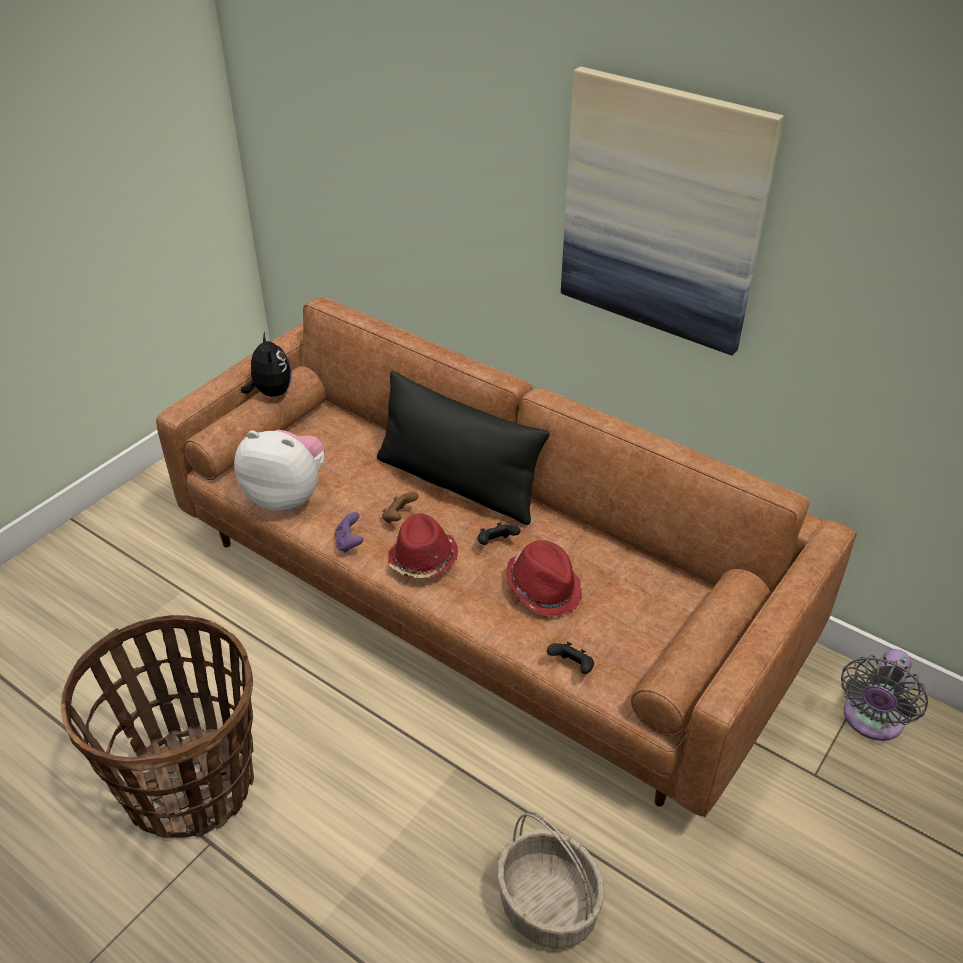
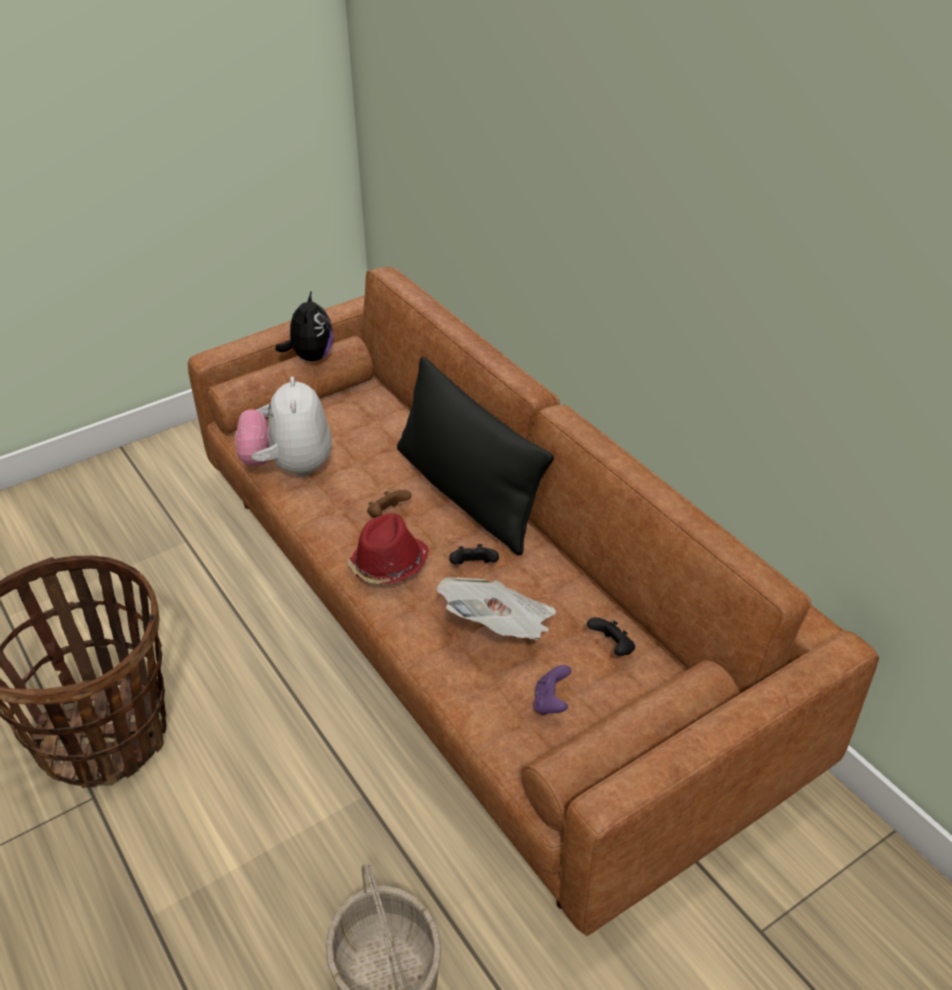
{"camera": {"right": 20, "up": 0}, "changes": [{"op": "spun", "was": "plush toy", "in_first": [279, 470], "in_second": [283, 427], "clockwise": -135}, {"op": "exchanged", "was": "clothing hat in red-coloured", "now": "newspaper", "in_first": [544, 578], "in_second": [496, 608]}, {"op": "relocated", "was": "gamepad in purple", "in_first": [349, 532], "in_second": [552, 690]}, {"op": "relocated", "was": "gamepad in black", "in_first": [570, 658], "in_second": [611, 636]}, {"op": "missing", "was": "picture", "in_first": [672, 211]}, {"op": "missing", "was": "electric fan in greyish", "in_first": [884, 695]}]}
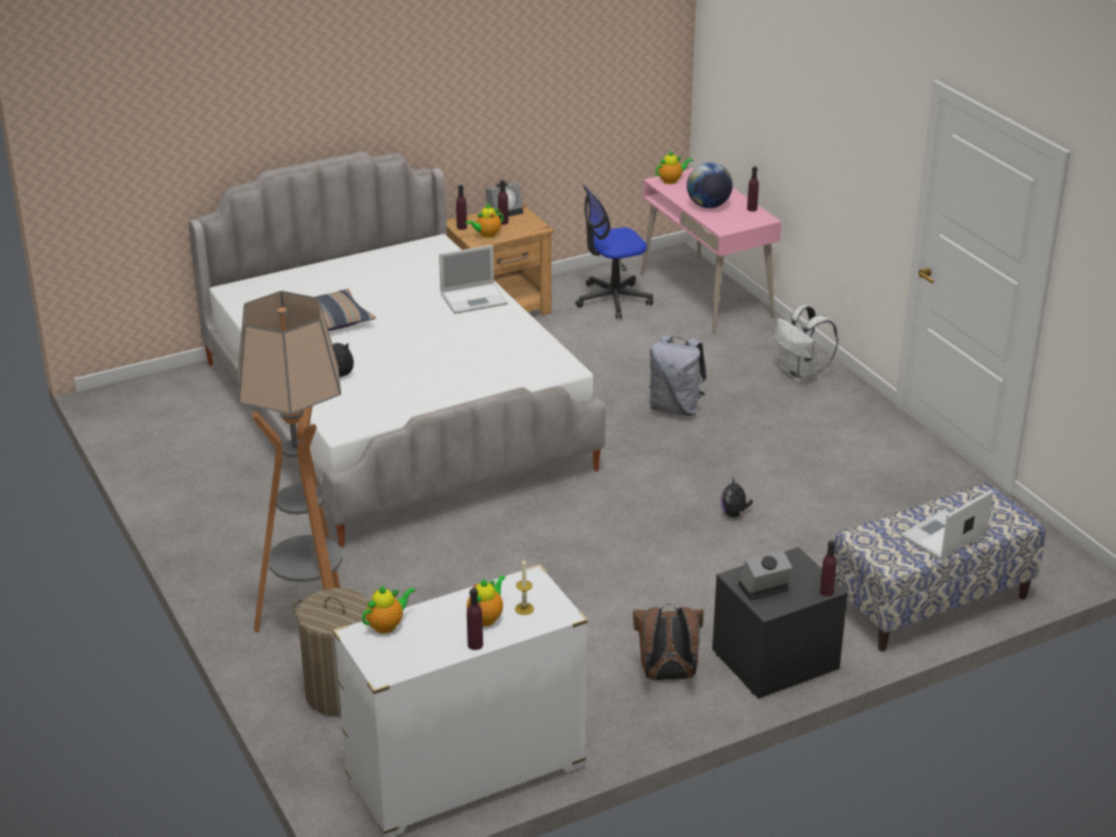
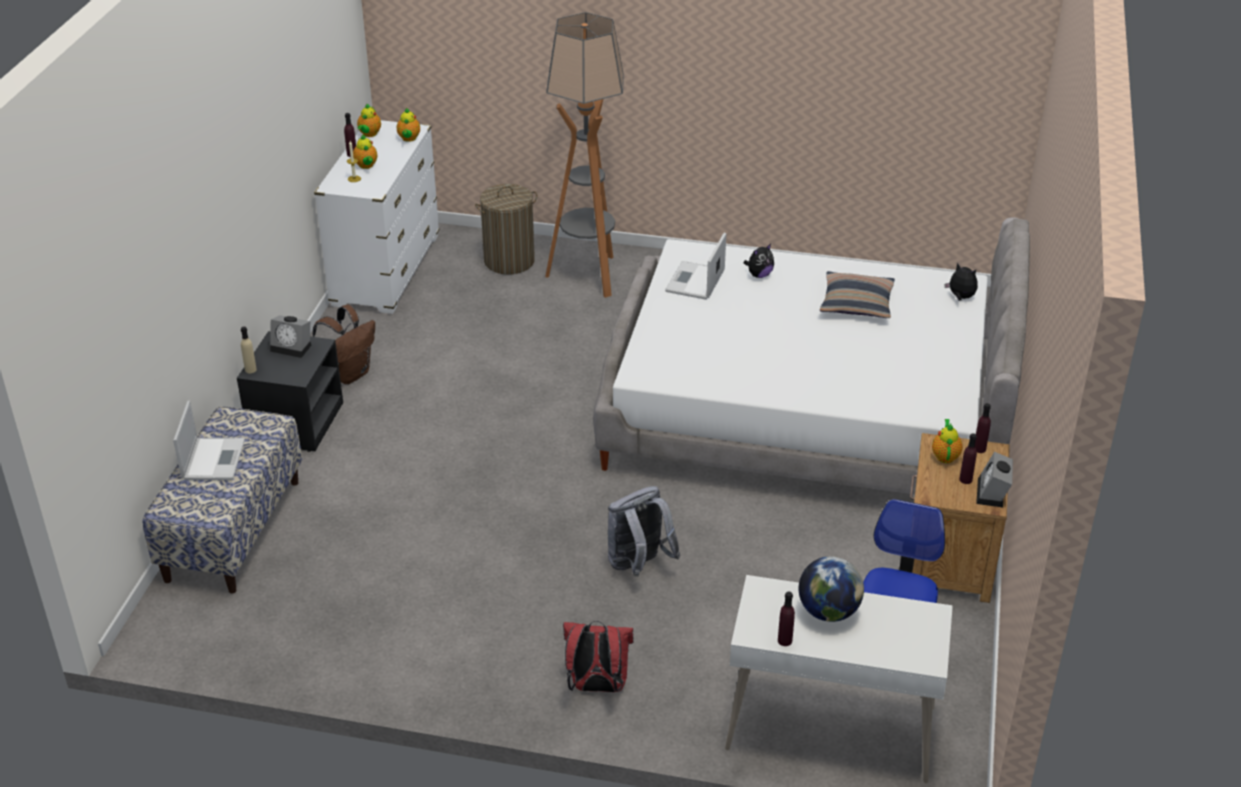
{"camera": {"right": 130, "up": 5}, "changes": [{"op": "colour", "was": "drink bottle in purple", "now": "drink bottle in sand-coloured", "in_first": [828, 568], "in_second": [249, 350]}, {"op": "spun", "was": "alarm clock", "in_first": [765, 576], "in_second": [291, 336], "clockwise": 90}, {"op": "relocated", "was": "pot for tea", "in_first": [674, 167], "in_second": [369, 120]}, {"op": "colour", "was": "backpack in whitish", "now": "backpack in red-coloured", "in_first": [806, 344], "in_second": [598, 656]}, {"op": "relocated", "was": "notebook computer", "in_first": [473, 279], "in_second": [695, 266]}, {"op": "colour", "was": "desk table in pinkish", "now": "desk table in whitish", "in_first": [711, 251], "in_second": [839, 679]}, {"op": "relocated", "was": "plush toy", "in_first": [737, 496], "in_second": [961, 282]}]}
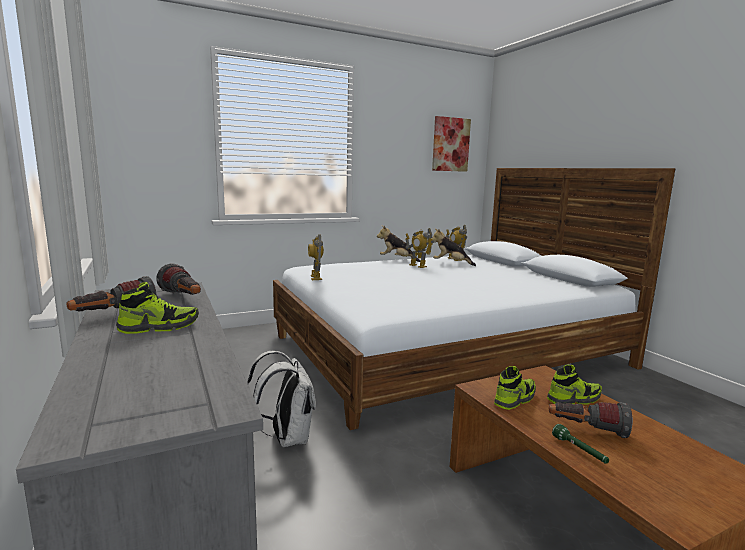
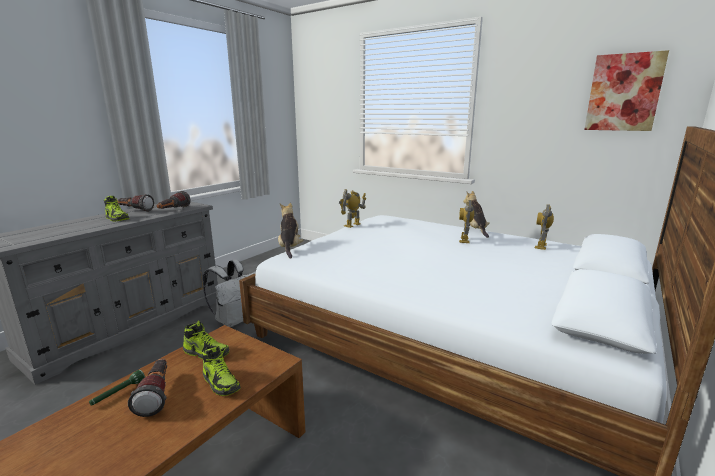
{"camera": {"right": 60, "up": 5}, "changes": [{"op": "relocated", "was": "plush toy", "in_first": [453, 247], "in_second": [291, 231]}]}
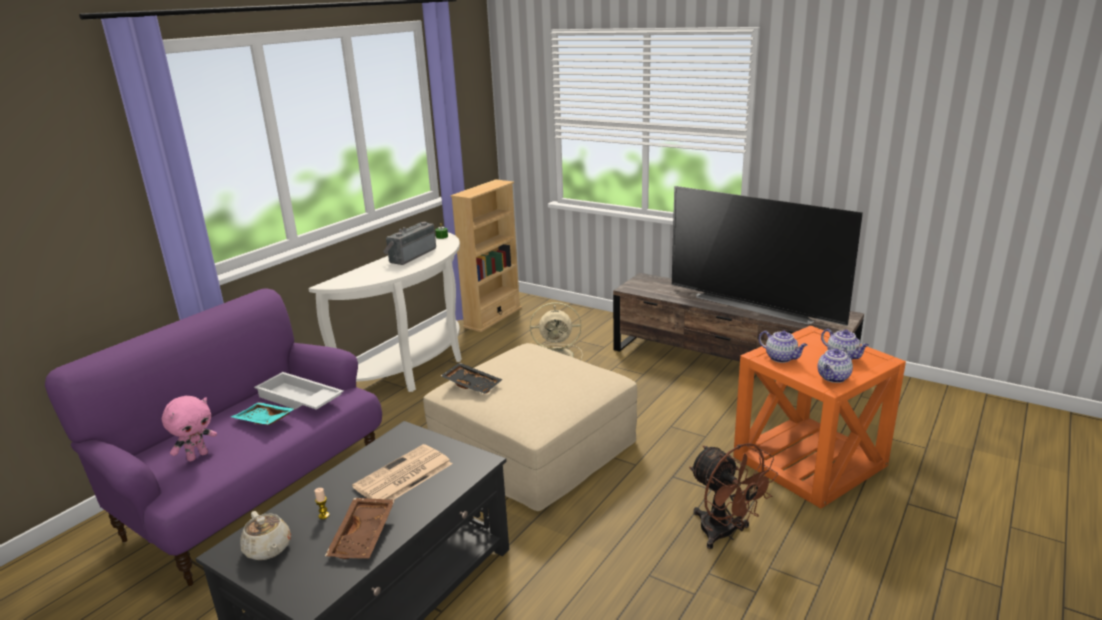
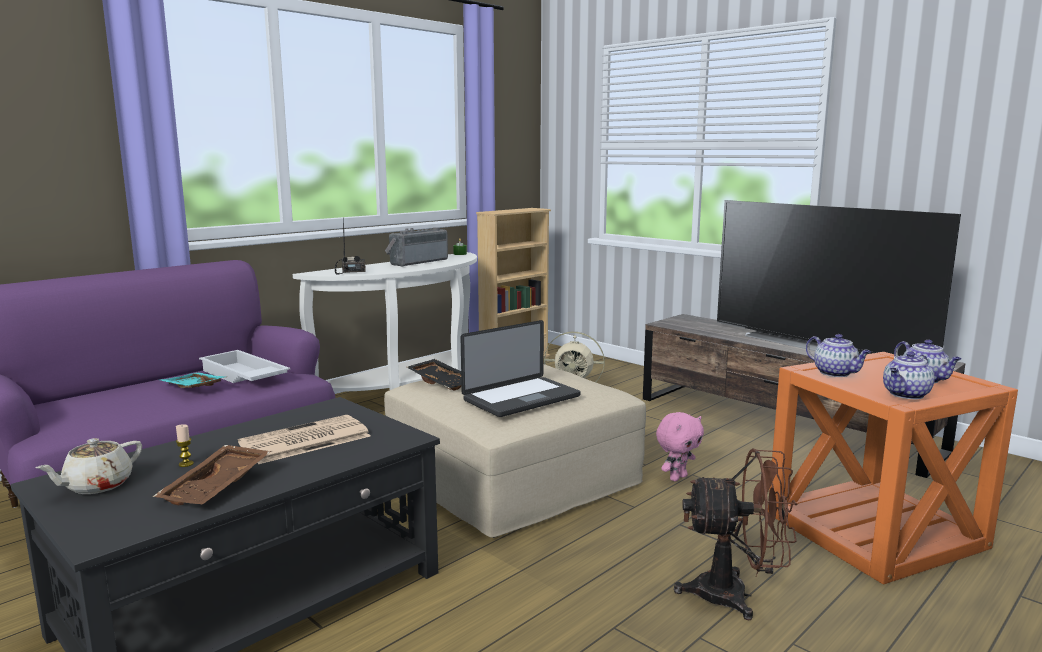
{"camera": {"right": 10, "up": -10}, "changes": [{"op": "spun", "was": "pot for tea in sand-coloured", "in_first": [265, 535], "in_second": [89, 466], "clockwise": 60}, {"op": "appeared", "now": "radio set", "in_second": [350, 246]}, {"op": "appeared", "now": "notebook computer", "in_second": [521, 368]}, {"op": "relocated", "was": "plush toy in pinkish", "in_first": [189, 429], "in_second": [680, 446]}, {"op": "spun", "was": "electric fan in brown-coloured", "in_first": [733, 496], "in_second": [735, 535], "clockwise": -60}]}
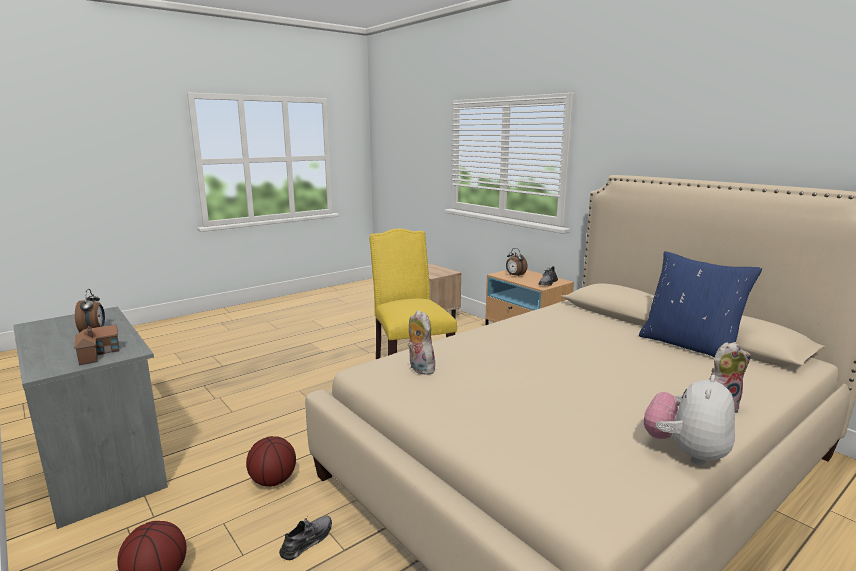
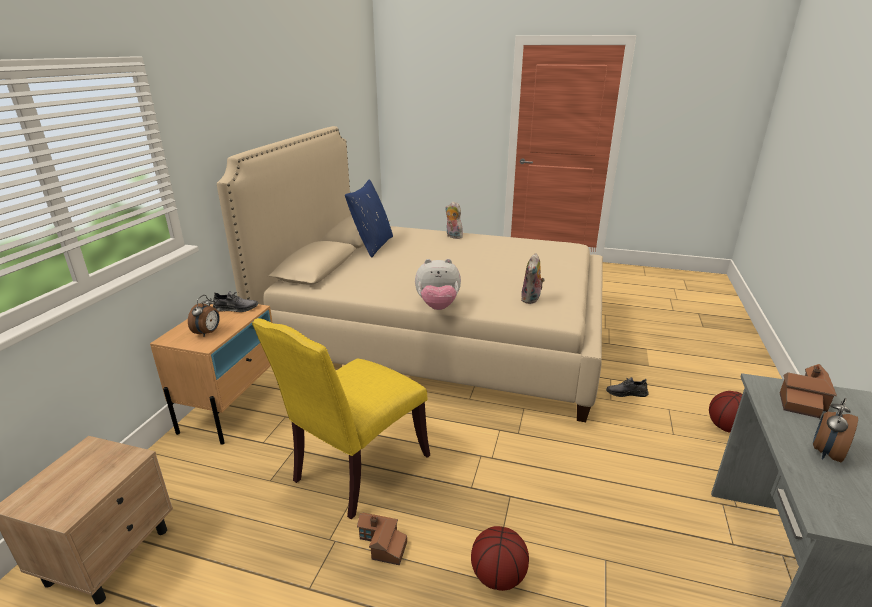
{"camera": {"right": -125, "up": 10}, "changes": [{"op": "appeared", "now": "miniature house", "in_second": [382, 539]}, {"op": "relocated", "was": "plush toy", "in_first": [689, 420], "in_second": [438, 284]}, {"op": "relocated", "was": "ball for basketball", "in_first": [271, 461], "in_second": [500, 558]}]}
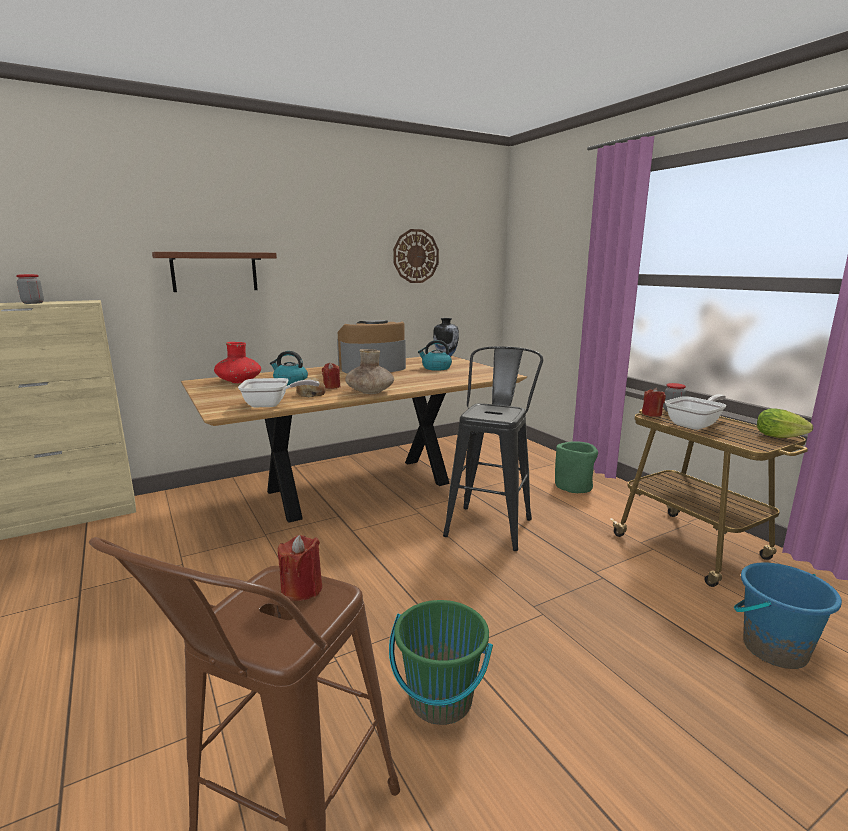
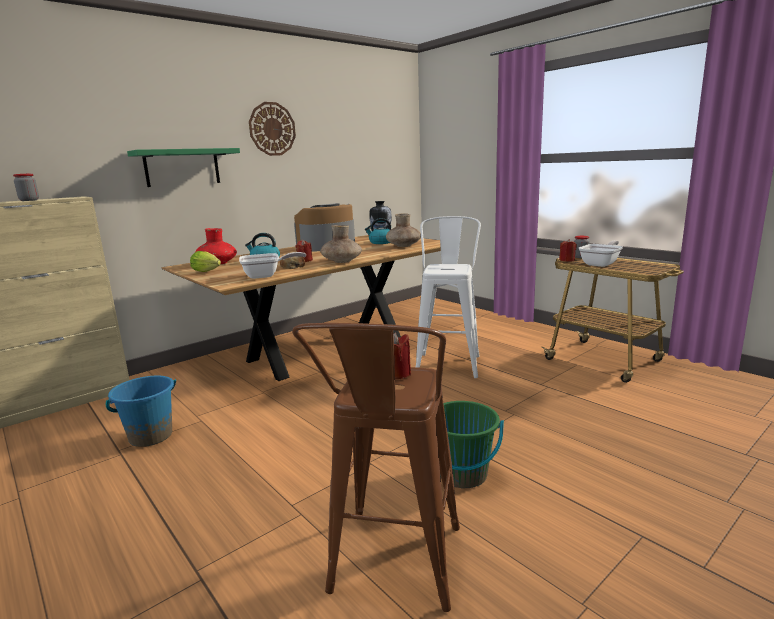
{"camera": {"right": -10, "up": 0}, "changes": [{"op": "relocated", "was": "pail in blue-coloured", "in_first": [788, 616], "in_second": [141, 411]}, {"op": "colour", "was": "shelf in brown-coloured", "now": "shelf in green-coloured", "in_first": [214, 272], "in_second": [183, 167]}, {"op": "relocated", "was": "lettuce head", "in_first": [785, 423], "in_second": [205, 261]}, {"op": "relocated", "was": "hanging clock", "in_first": [416, 256], "in_second": [272, 129]}, {"op": "appeared", "now": "vase in brown-coloured", "in_second": [403, 230]}, {"op": "colour", "was": "sitting stool in black", "now": "sitting stool in whitish", "in_first": [493, 448], "in_second": [448, 297]}, {"op": "missing", "was": "plant pot in green-coloured", "in_first": [576, 467]}]}
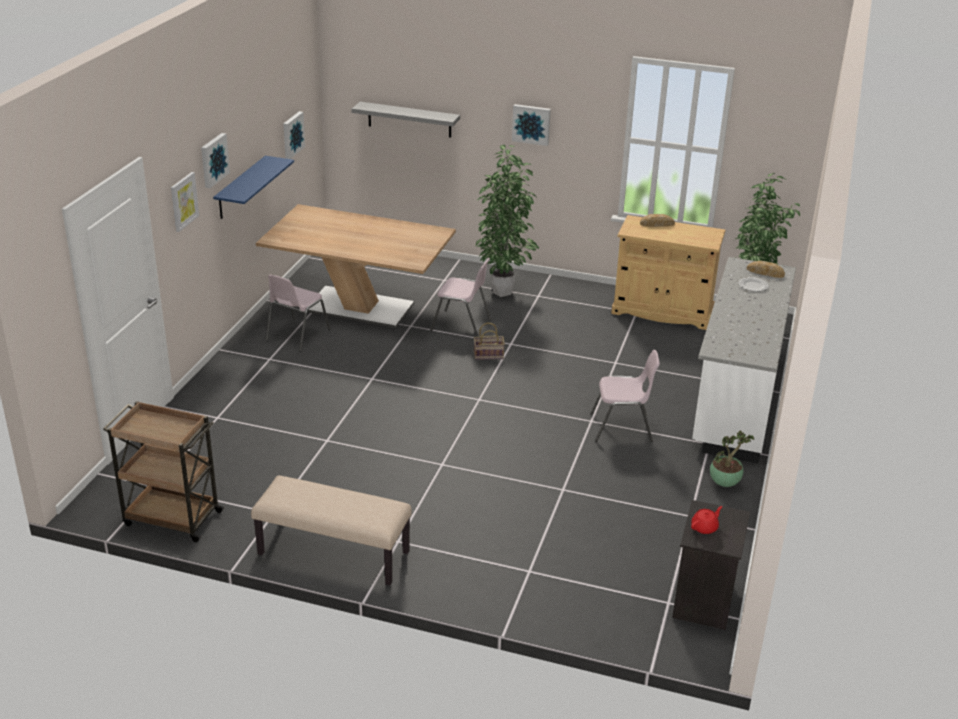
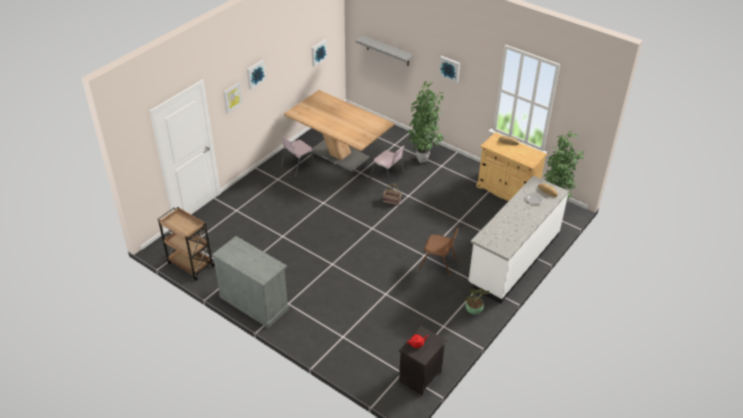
{"camera": {"right": 20, "up": 10}, "changes": [{"op": "exchanged", "was": "bench in sand-coloured", "now": "cabinet in greyish", "in_first": [331, 530], "in_second": [250, 282]}, {"op": "colour", "was": "chair in pinkish", "now": "chair in brown-coloured", "in_first": [625, 396], "in_second": [439, 252]}, {"op": "missing", "was": "shelf in blue-coloured", "in_first": [253, 187]}]}
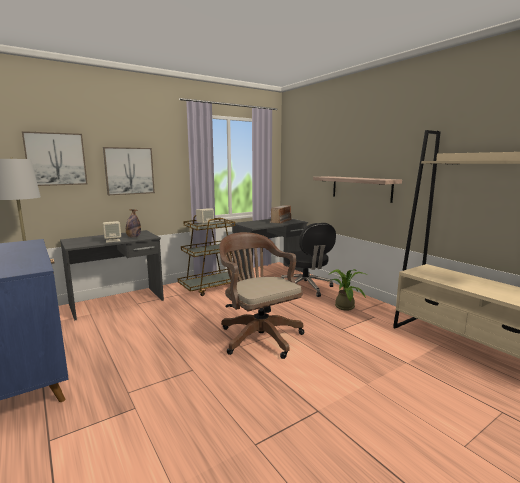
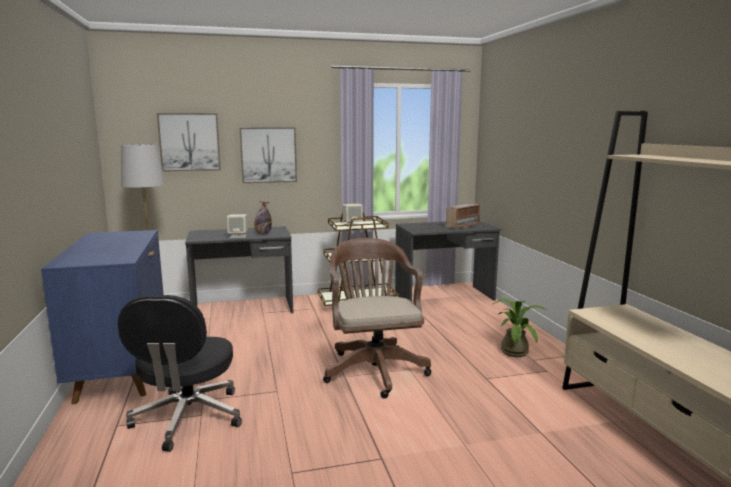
{"camera": {"right": 20, "up": 0}, "changes": [{"op": "relocated", "was": "desk chair in black", "in_first": [308, 260], "in_second": [180, 373]}, {"op": "missing", "was": "shelf", "in_first": [357, 189]}]}
